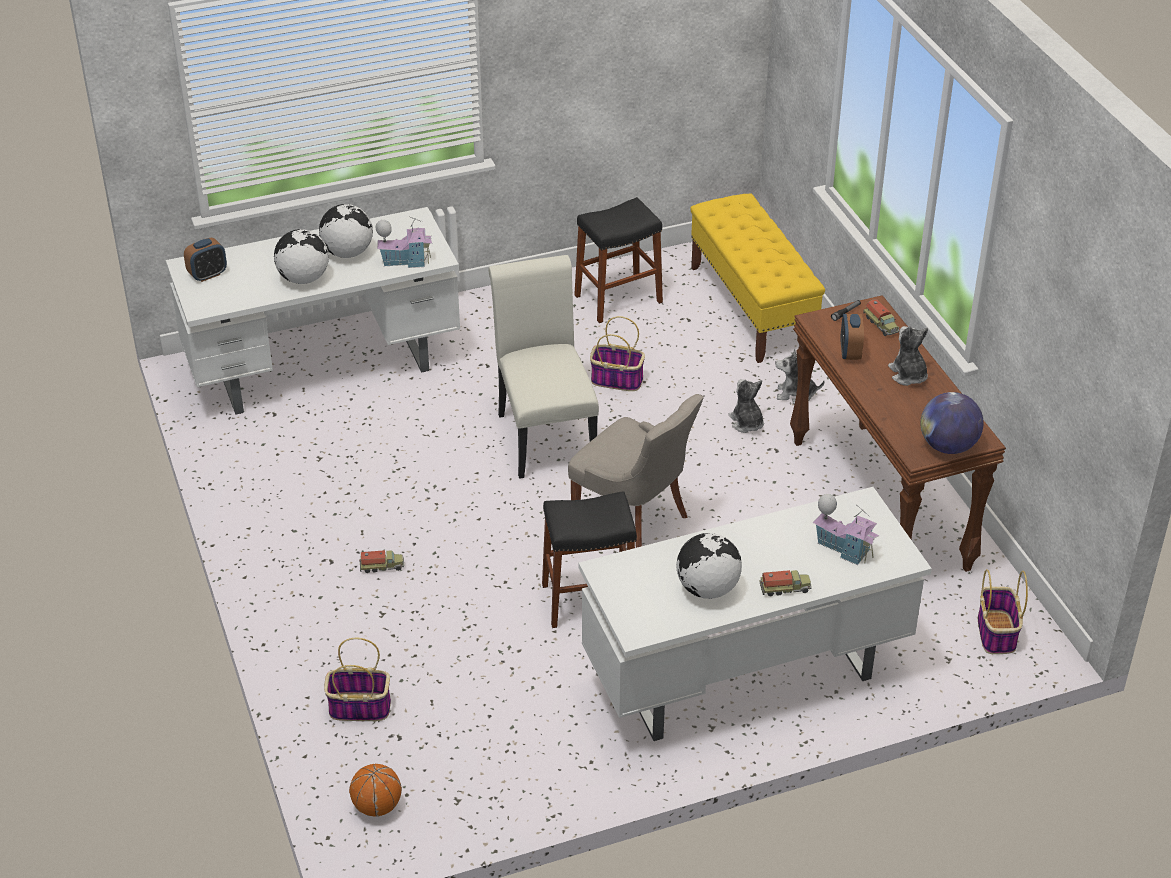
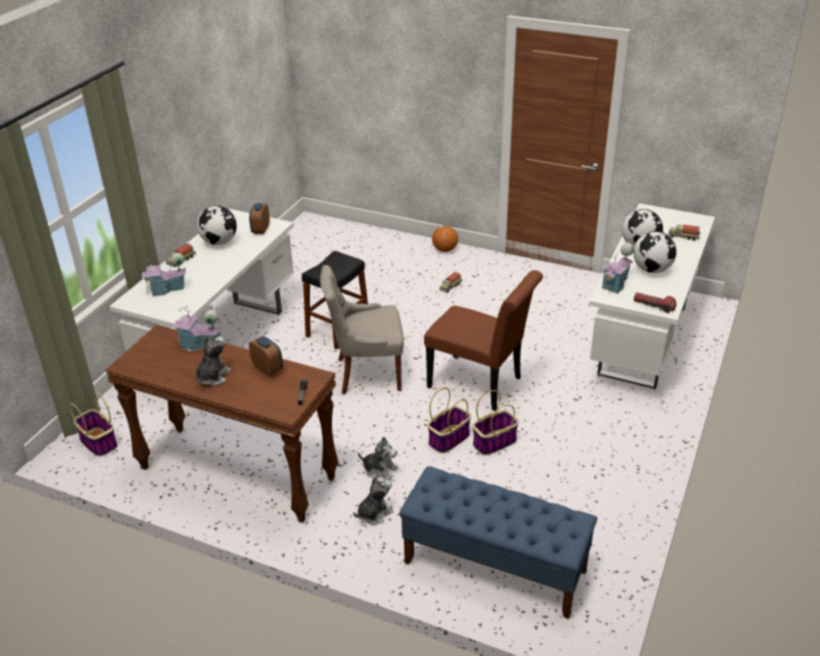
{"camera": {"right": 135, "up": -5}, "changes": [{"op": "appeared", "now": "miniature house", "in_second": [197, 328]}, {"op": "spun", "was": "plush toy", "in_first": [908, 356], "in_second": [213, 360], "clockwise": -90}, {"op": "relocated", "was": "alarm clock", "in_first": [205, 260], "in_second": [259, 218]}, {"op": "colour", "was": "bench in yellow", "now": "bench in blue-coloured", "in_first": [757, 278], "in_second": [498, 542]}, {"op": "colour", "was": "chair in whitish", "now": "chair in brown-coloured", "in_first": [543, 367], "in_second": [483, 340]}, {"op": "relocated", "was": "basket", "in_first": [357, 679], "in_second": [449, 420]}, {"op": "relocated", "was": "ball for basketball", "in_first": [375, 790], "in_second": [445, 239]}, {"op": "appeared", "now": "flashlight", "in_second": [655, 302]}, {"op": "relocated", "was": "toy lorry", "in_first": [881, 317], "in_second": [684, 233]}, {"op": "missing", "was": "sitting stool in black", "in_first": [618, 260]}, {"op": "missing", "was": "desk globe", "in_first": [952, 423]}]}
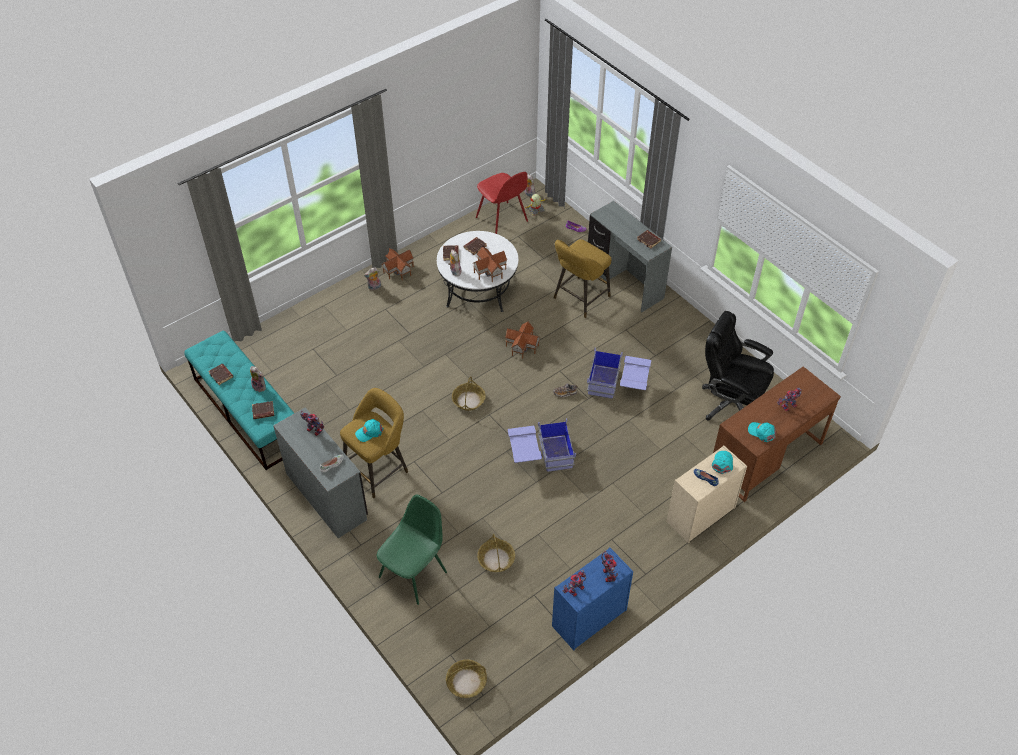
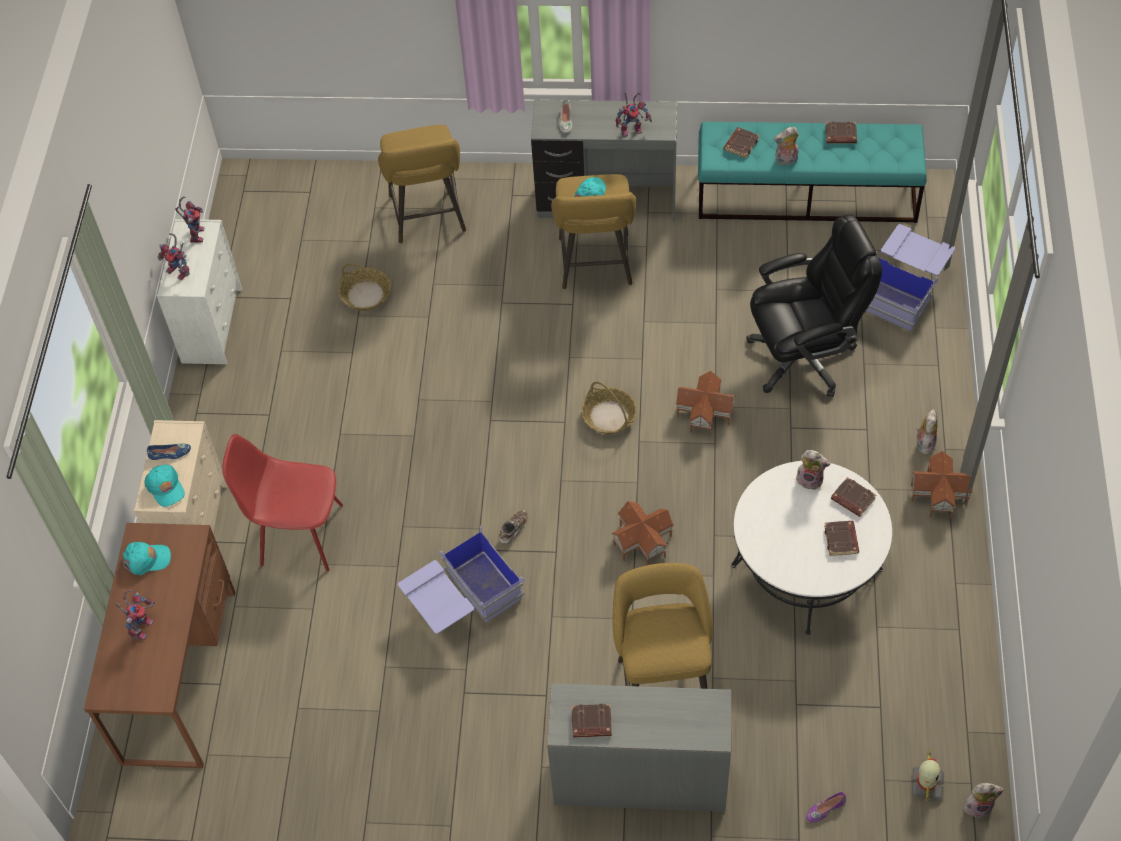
{"camera": {"right": 135, "up": 5}, "changes": [{"op": "colour", "was": "drawer chest in blue-coloured", "now": "drawer chest in whitish", "in_first": [592, 599], "in_second": [199, 291]}, {"op": "relocated", "was": "chair in red-coloured", "in_first": [502, 203], "in_second": [282, 502]}, {"op": "exchanged", "was": "chair in green-coloured", "now": "sitting stool in yellow", "in_first": [412, 550], "in_second": [422, 183]}, {"op": "relocated", "was": "miniature house", "in_first": [490, 264], "in_second": [705, 403]}, {"op": "relocated", "was": "desk chair in black", "in_first": [738, 365], "in_second": [814, 305]}, {"op": "relocated", "was": "storage container in blue-coloured", "in_first": [542, 445], "in_second": [910, 277]}, {"op": "missing", "was": "basket", "in_first": [466, 678]}]}
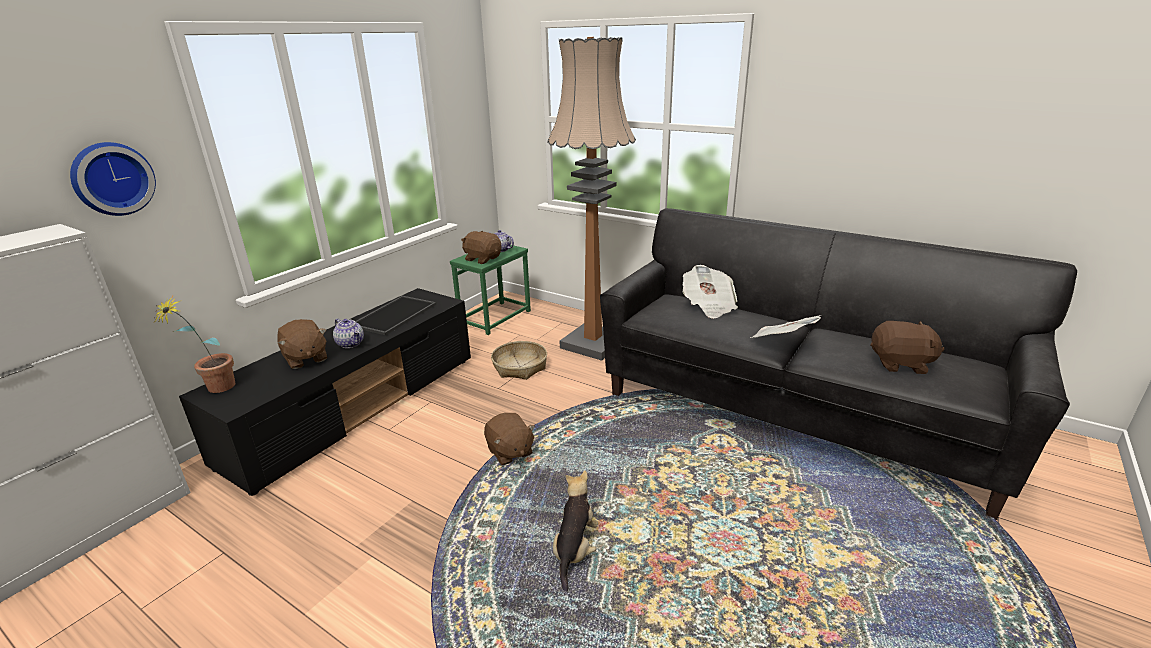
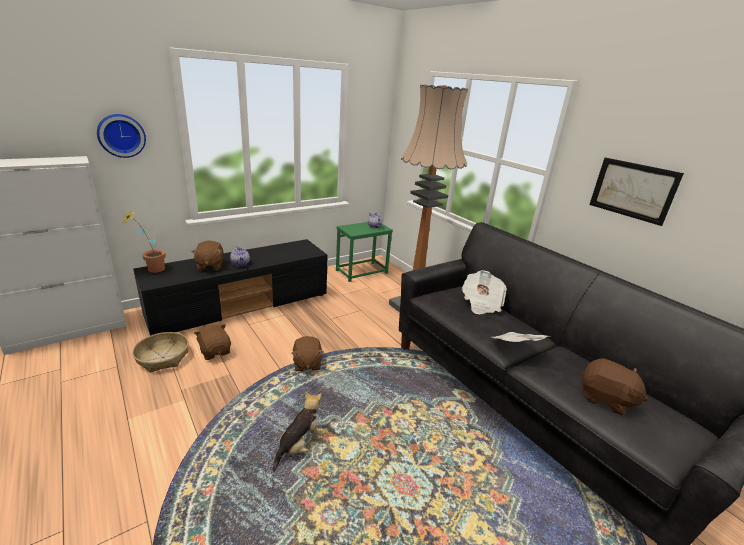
{"camera": {"right": 20, "up": 0}, "changes": [{"op": "relocated", "was": "basket", "in_first": [519, 360], "in_second": [160, 352]}, {"op": "relocated", "was": "plush toy in brown-coloured", "in_first": [481, 247], "in_second": [212, 342]}, {"op": "appeared", "now": "picture", "in_second": [636, 191]}, {"op": "missing", "was": "serving tray", "in_first": [395, 315]}]}
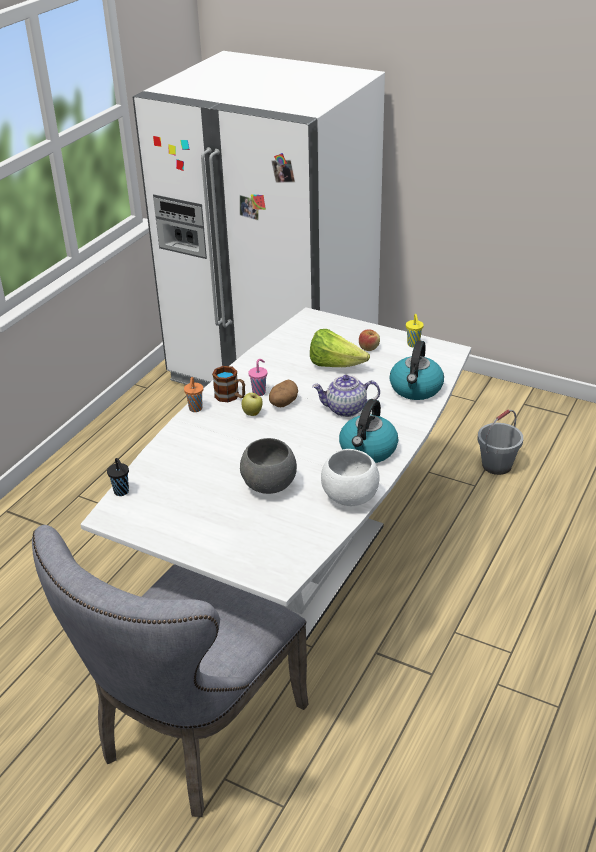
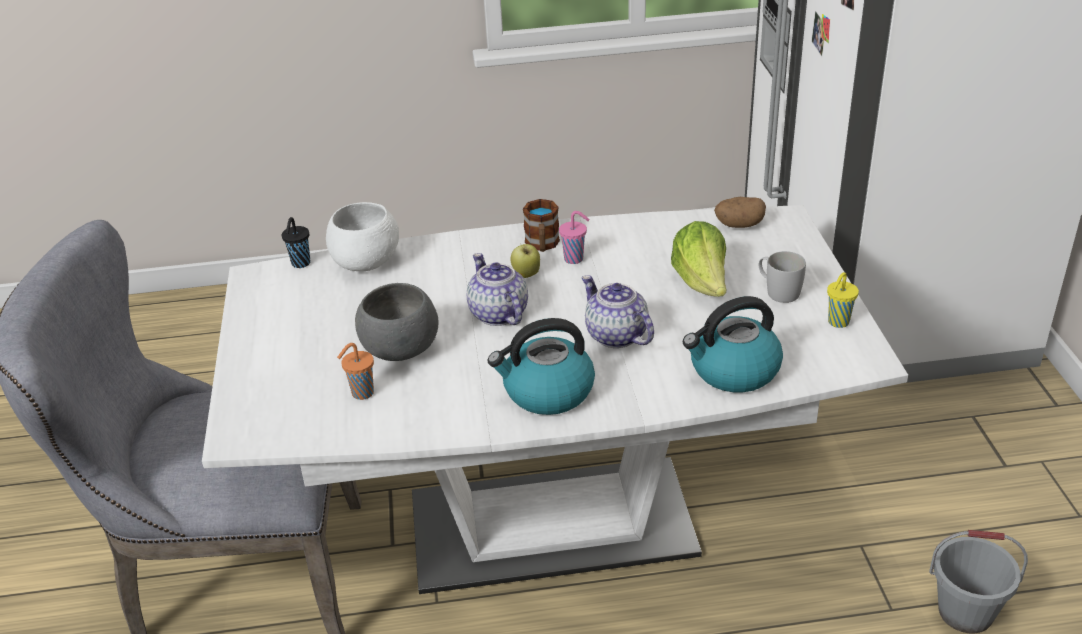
{"camera": {"right": 55, "up": 0}, "changes": [{"op": "relocated", "was": "bowl in whitish", "in_first": [350, 477], "in_second": [362, 236]}, {"op": "relocated", "was": "cup in orange", "in_first": [193, 394], "in_second": [355, 371]}, {"op": "appeared", "now": "pot for tea", "in_second": [497, 289]}, {"op": "relocated", "was": "spud", "in_first": [283, 393], "in_second": [740, 212]}, {"op": "exchanged", "was": "apple", "now": "mug in whitish", "in_first": [369, 340], "in_second": [782, 277]}]}
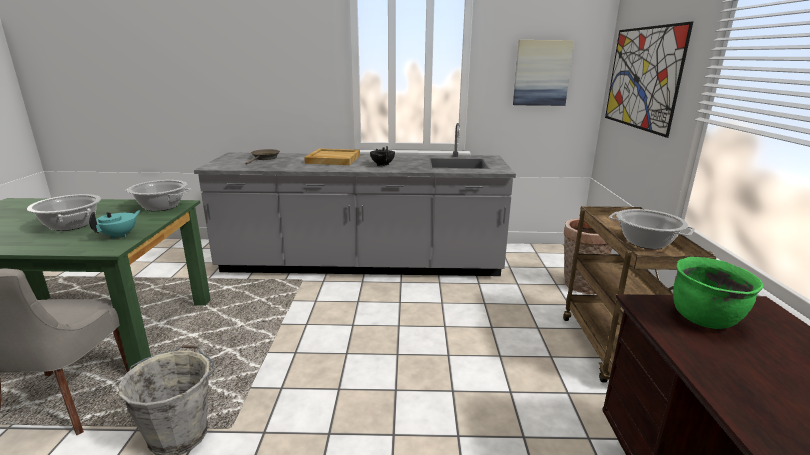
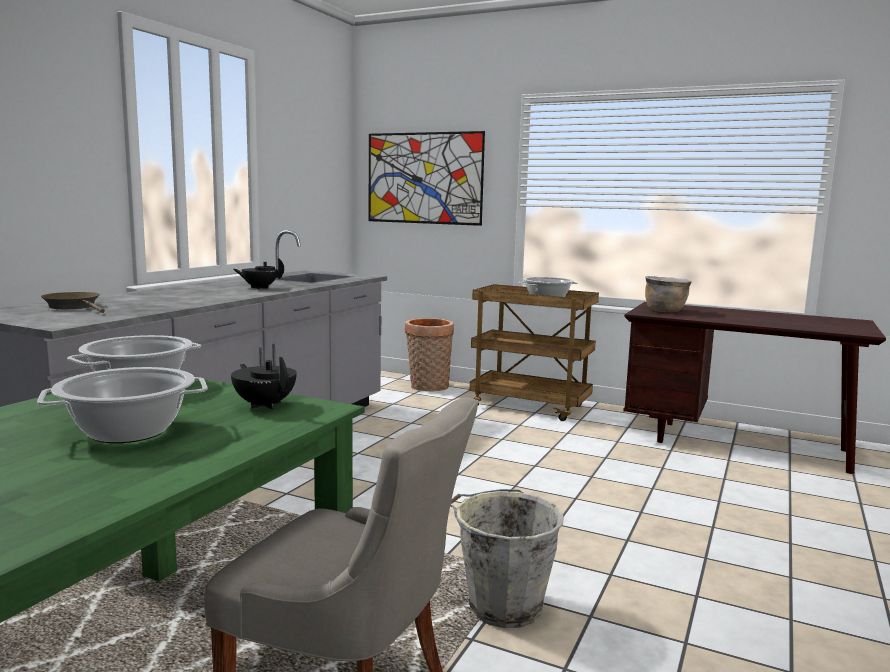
{"camera": {"right": -65, "up": -10}, "changes": [{"op": "colour", "was": "pot for tea in turquoise-coloured", "now": "pot for tea in black", "in_first": [115, 224], "in_second": [264, 383]}, {"op": "colour", "was": "stockpot in green-coloured", "now": "stockpot in brown-coloured", "in_first": [718, 293], "in_second": [668, 294]}, {"op": "missing", "was": "serving tray in sand-coloured", "in_first": [332, 156]}, {"op": "missing", "was": "picture", "in_first": [543, 73]}]}
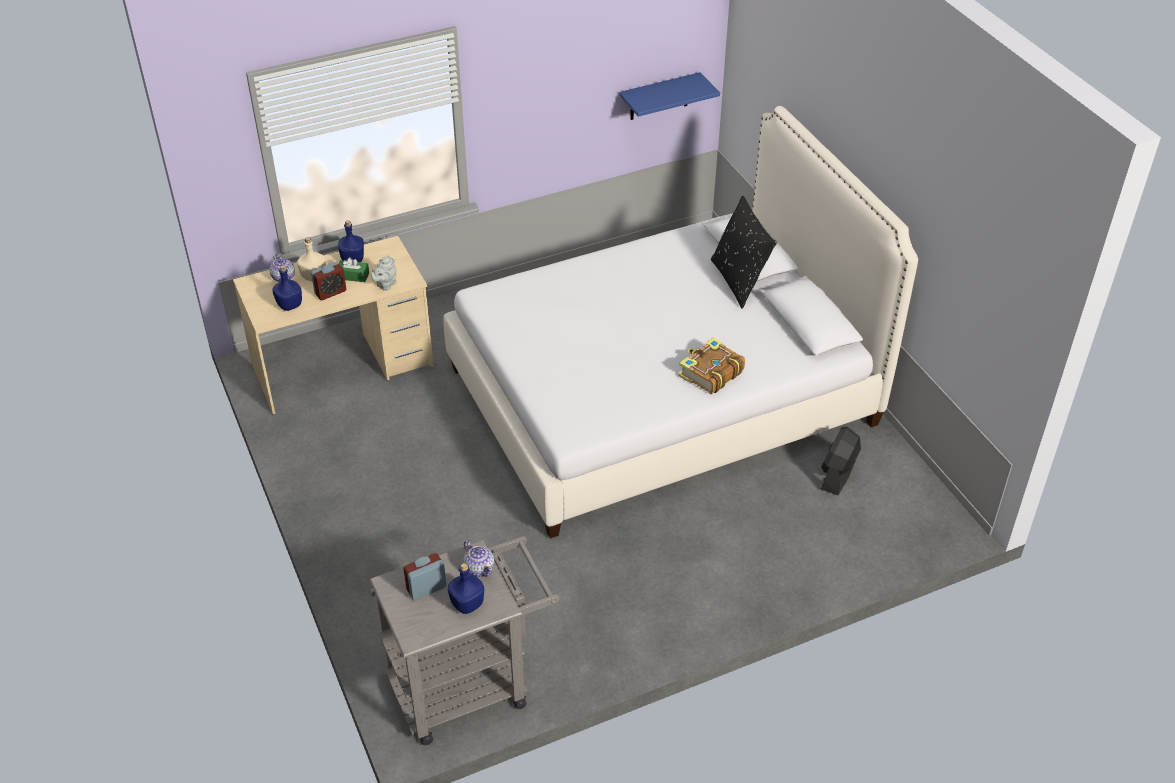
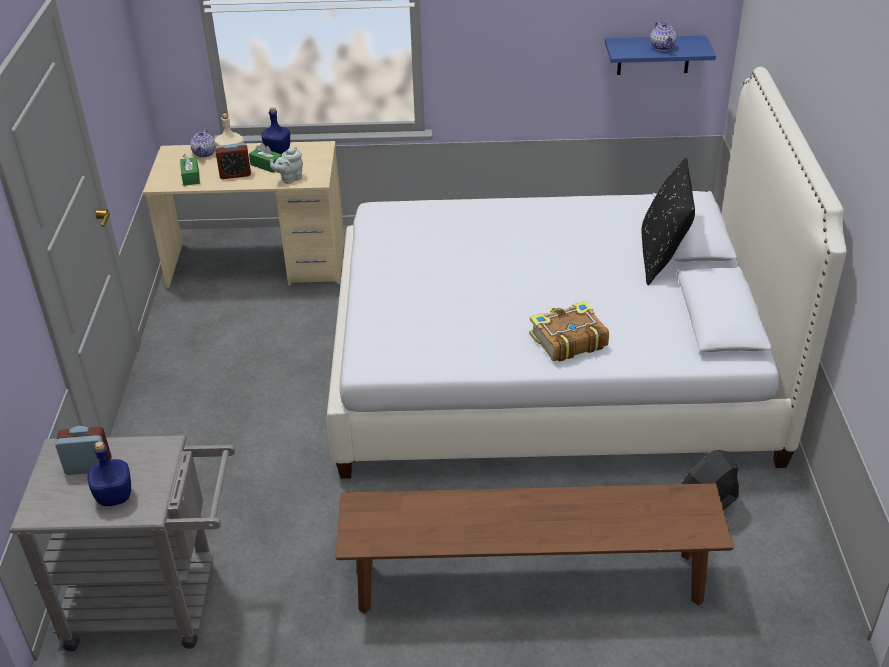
{"camera": {"right": 25, "up": -5}, "changes": [{"op": "exchanged", "was": "drink bottle in blue-coloured", "now": "tissue box in green-coloured", "in_first": [287, 288], "in_second": [190, 170]}, {"op": "appeared", "now": "bench in brown-coloured", "in_second": [534, 548]}, {"op": "relocated", "was": "pot for tea", "in_first": [479, 559], "in_second": [663, 36]}]}
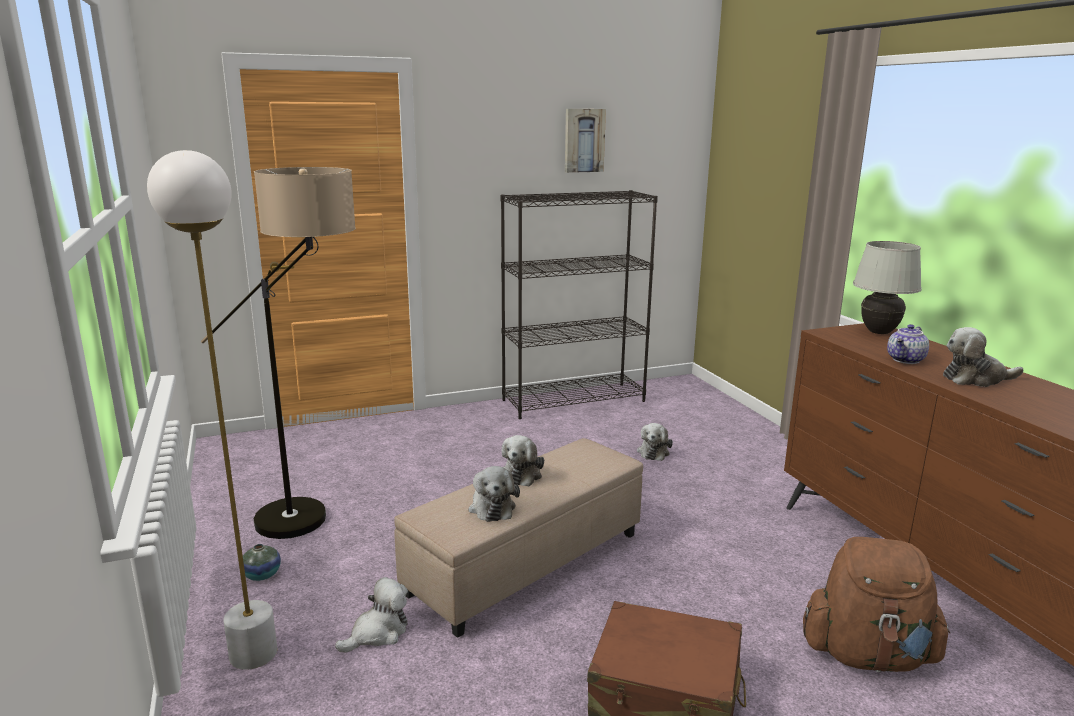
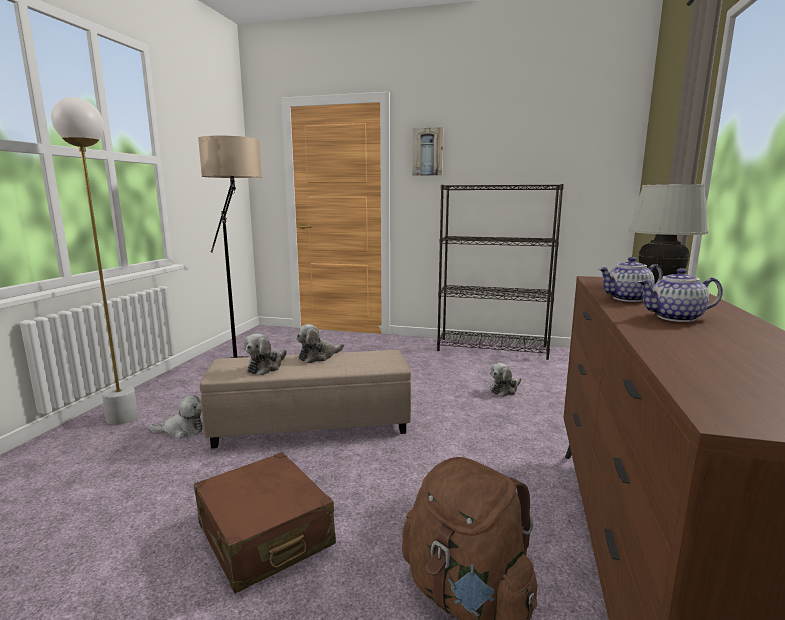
{"camera": {"right": 35, "up": -5}, "changes": [{"op": "relocated", "was": "picture", "in_first": [585, 141], "in_second": [428, 151]}, {"op": "exchanged", "was": "plush toy", "now": "pot for tea", "in_first": [983, 357], "in_second": [680, 295]}, {"op": "missing", "was": "vase", "in_first": [262, 562]}]}
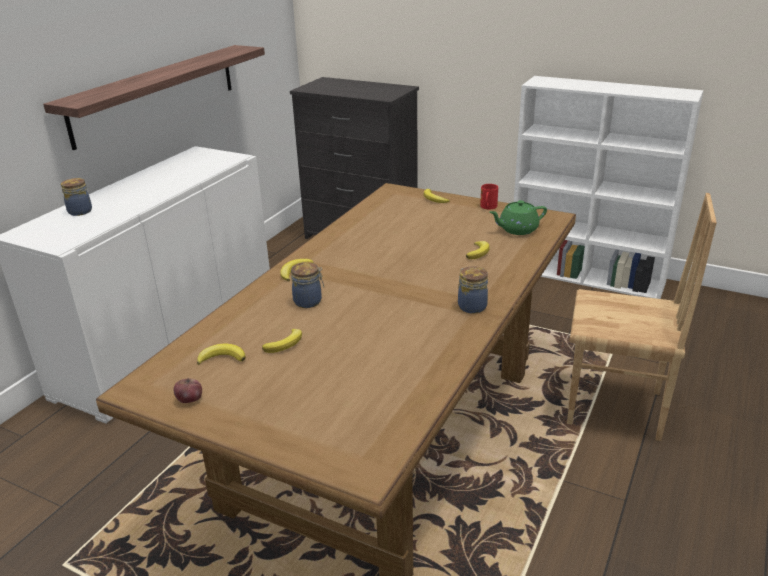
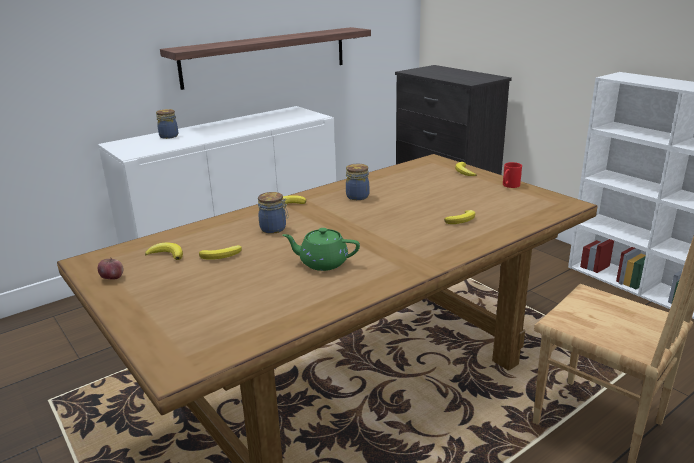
{"camera": {"right": 25, "up": -5}, "changes": [{"op": "relocated", "was": "pot for tea in green-coloured", "in_first": [518, 217], "in_second": [321, 249]}, {"op": "relocated", "was": "jar", "in_first": [473, 290], "in_second": [357, 182]}]}
